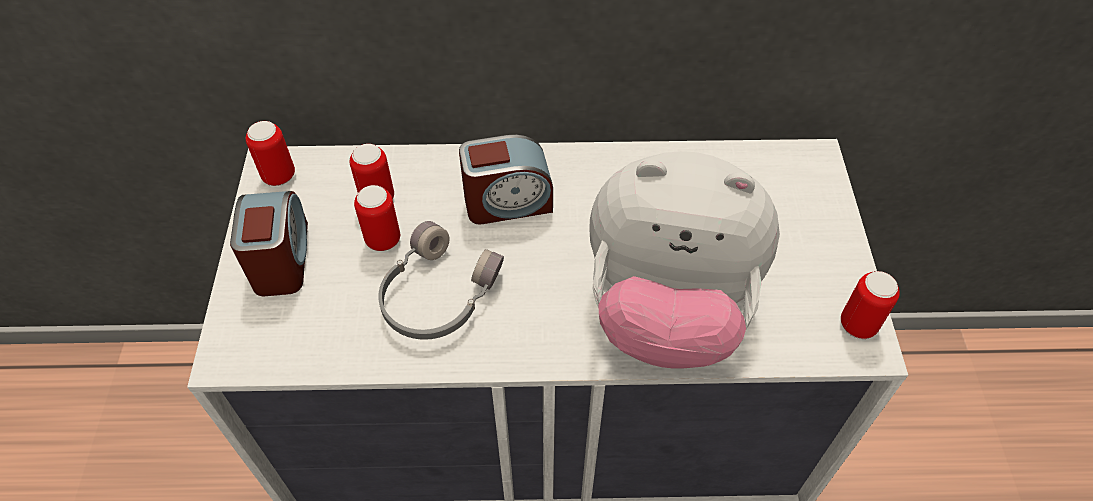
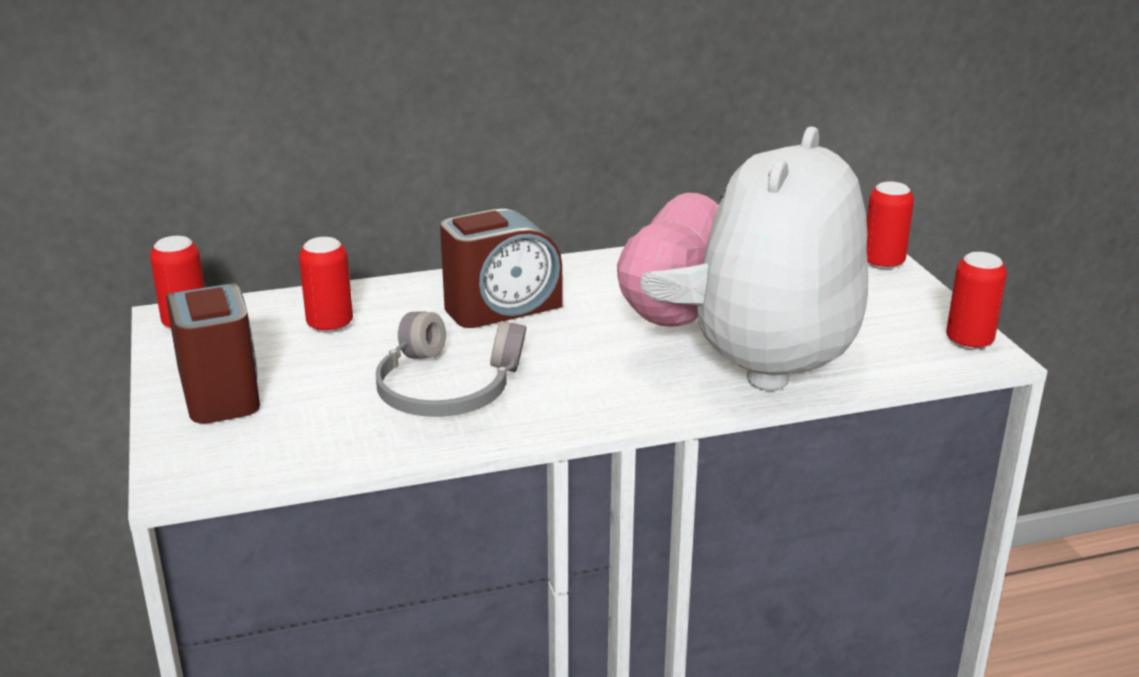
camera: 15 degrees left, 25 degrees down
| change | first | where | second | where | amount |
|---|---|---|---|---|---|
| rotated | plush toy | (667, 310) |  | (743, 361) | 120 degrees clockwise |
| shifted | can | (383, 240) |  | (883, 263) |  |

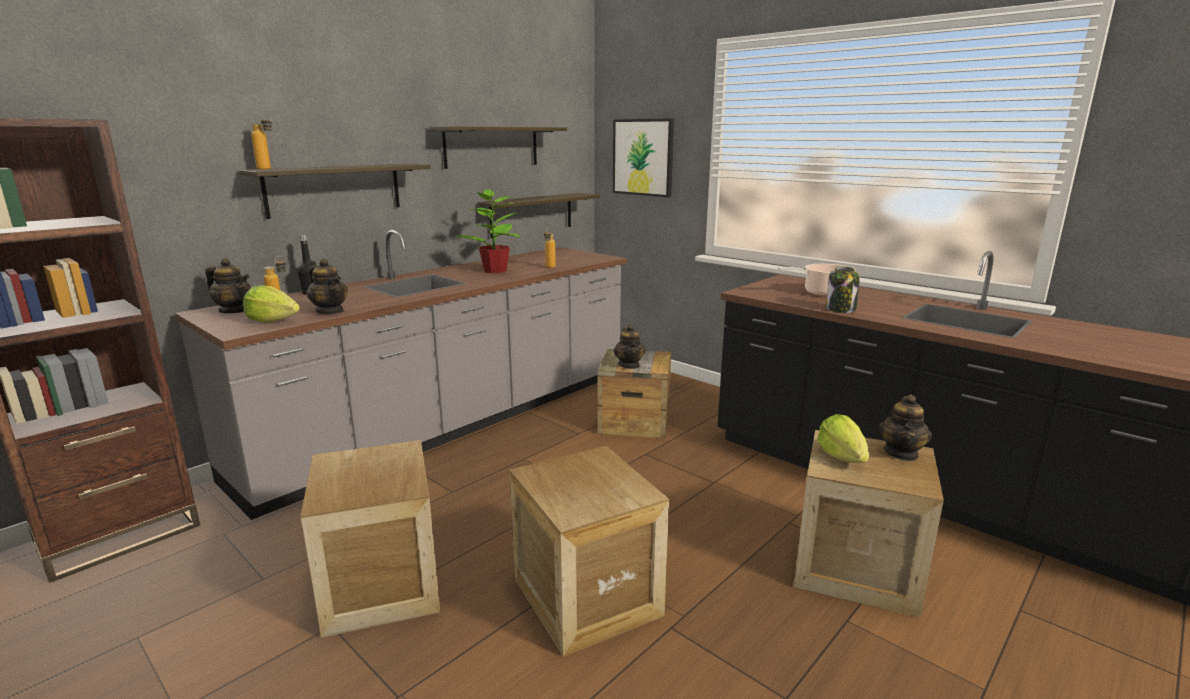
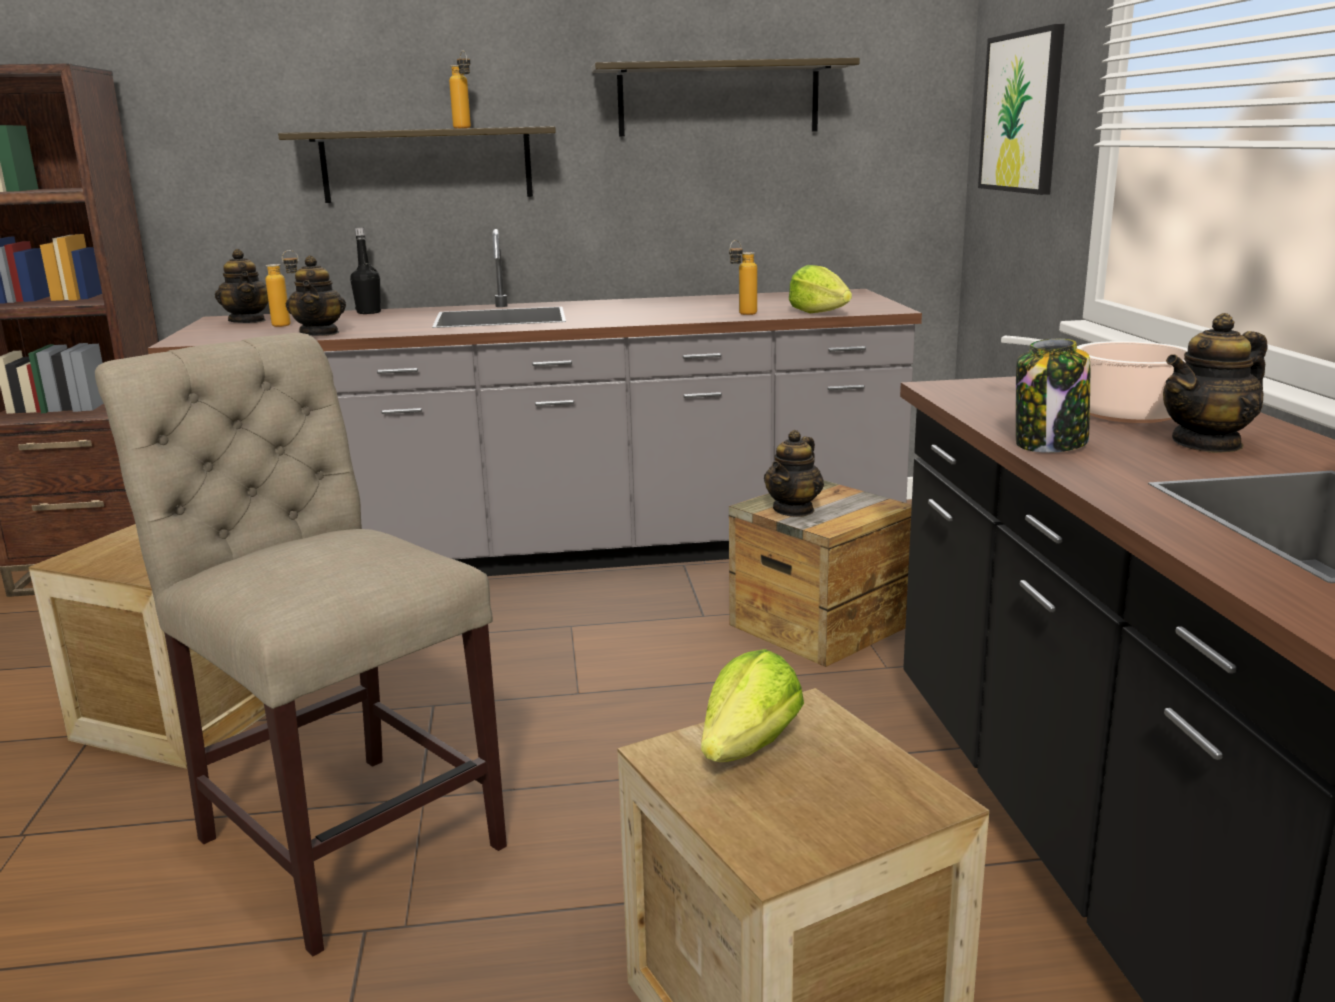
camera: 40 degrees right, 0 degrees up
| change | first | where | second | where | amount |
|---|---|---|---|---|---|
| shifted | bottle | (268, 169) |  | (465, 128) |  |
| gone | potted plant | (494, 270) |  |  |  |
| gone | shelf | (531, 214) |  |  |  |
| shifted | lettuce | (272, 320) |  | (819, 312) |  |
| shifted | teapot | (901, 453) |  | (1207, 444) |  |
| swapped | crate | (586, 597) | beige chair | (342, 834) |  |

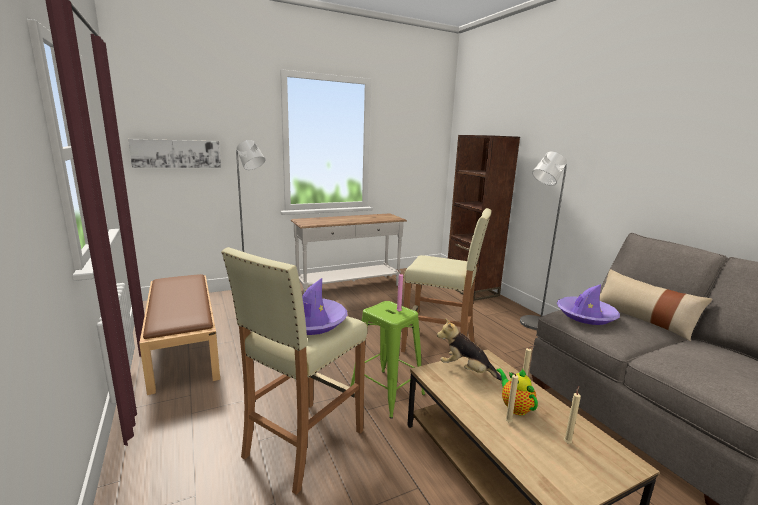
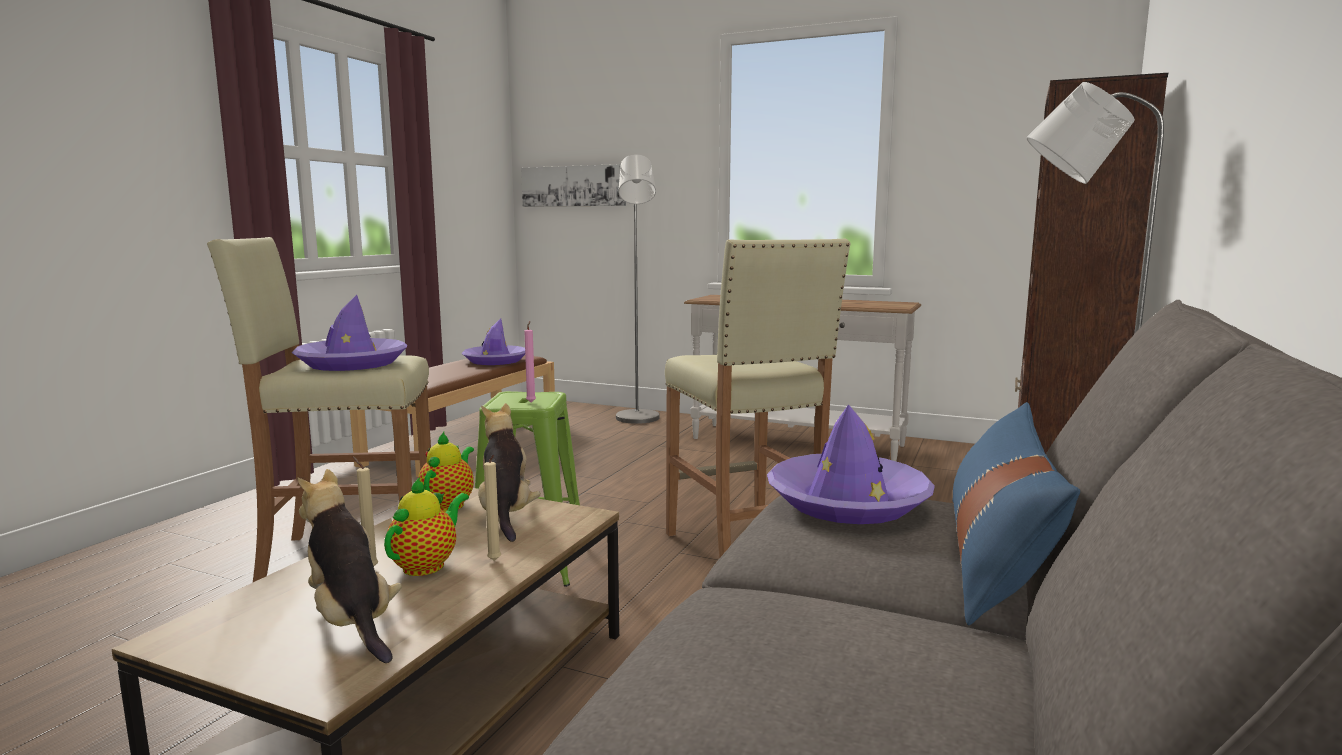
camera: 50 degrees right, 5 degrees down
| change | first | where | second | where | amount |
|---|---|---|---|---|---|
| repainted | beige pillow | (642, 319) | blue pillow | (996, 557) |  |
| swapped | beige candle | (567, 442) | plush toy | (352, 621) |  |
| new |  |  | purple hat | (495, 361) |  |
| new |  |  | teapot | (449, 504) |  |

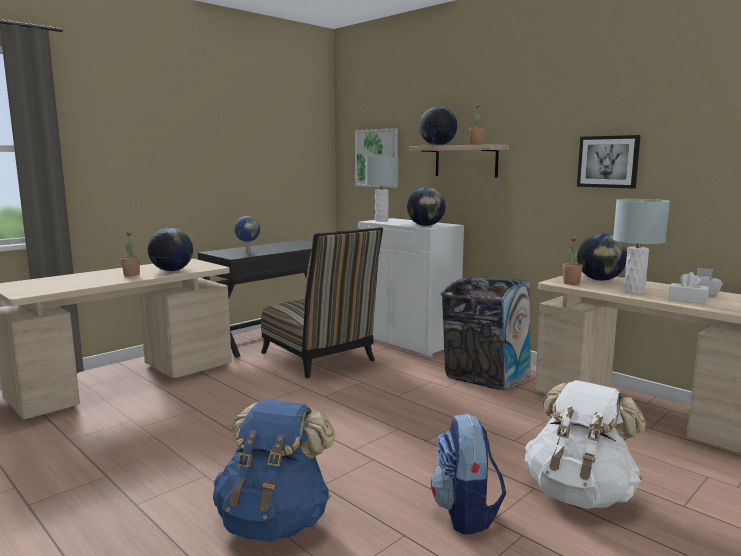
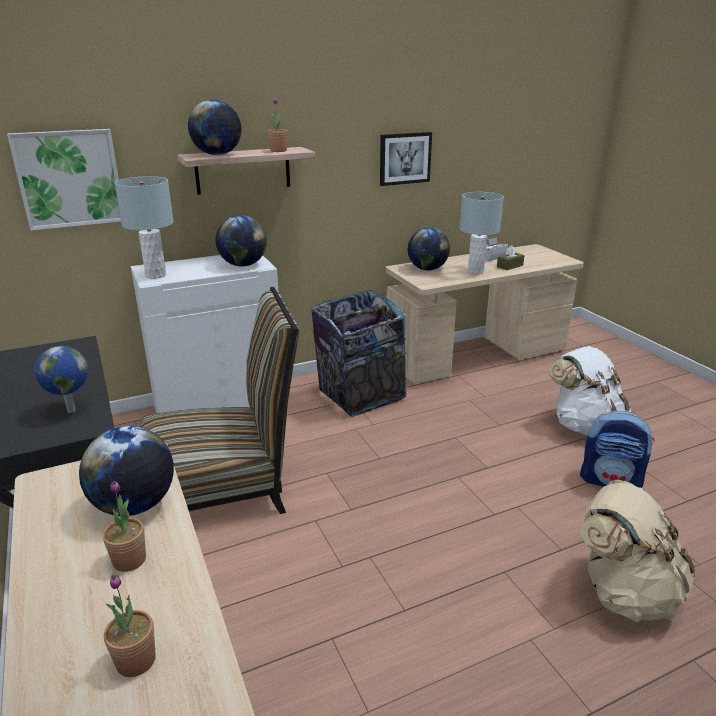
camera: 70 degrees left, 15 degrees up
| change | first | where | second | where | amount |
|---|---|---|---|---|---|
| shifted | potted plant | (571, 283) |  | (136, 660) |  |
| repainted | white tissue box | (687, 300) | brown tissue box | (510, 266) |  |
| repainted | blue backpack | (275, 521) | beige backpack | (624, 592) |  |

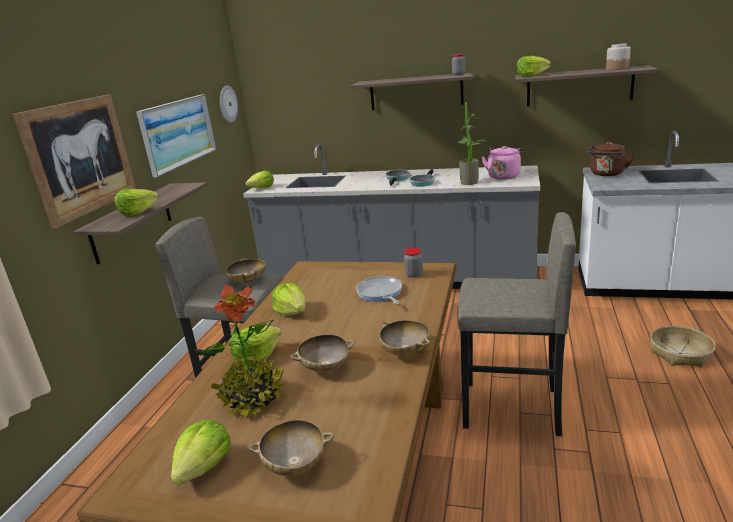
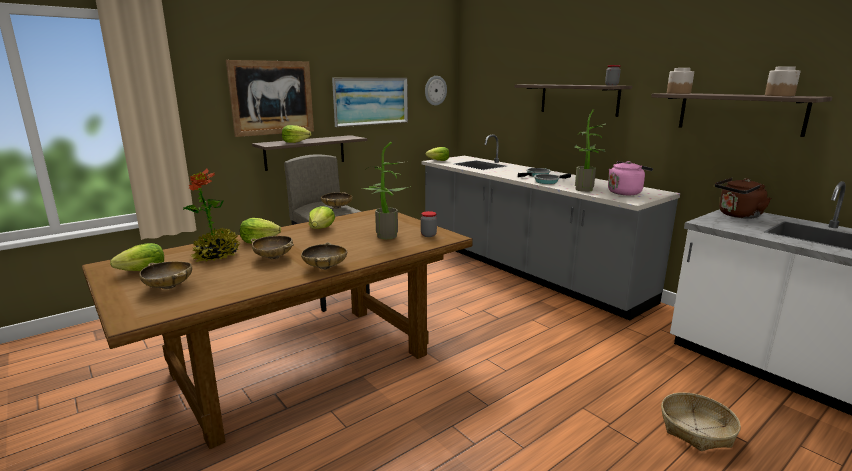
camera: 35 degrees right, 5 degrees down
| change | first | where | second | where | amount |
|---|---|---|---|---|---|
| swapped | lettuce | (531, 75) | jar | (678, 93) |  |
| gone | grey stool | (511, 408) |  |  |  |
| swapped | frying pan | (380, 293) | potted plant | (385, 237) |  |

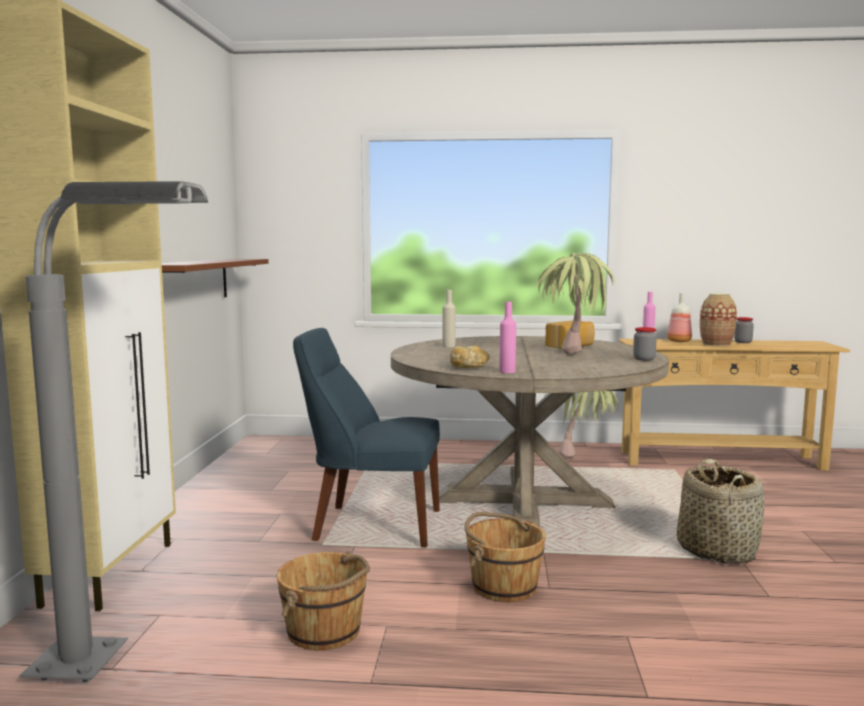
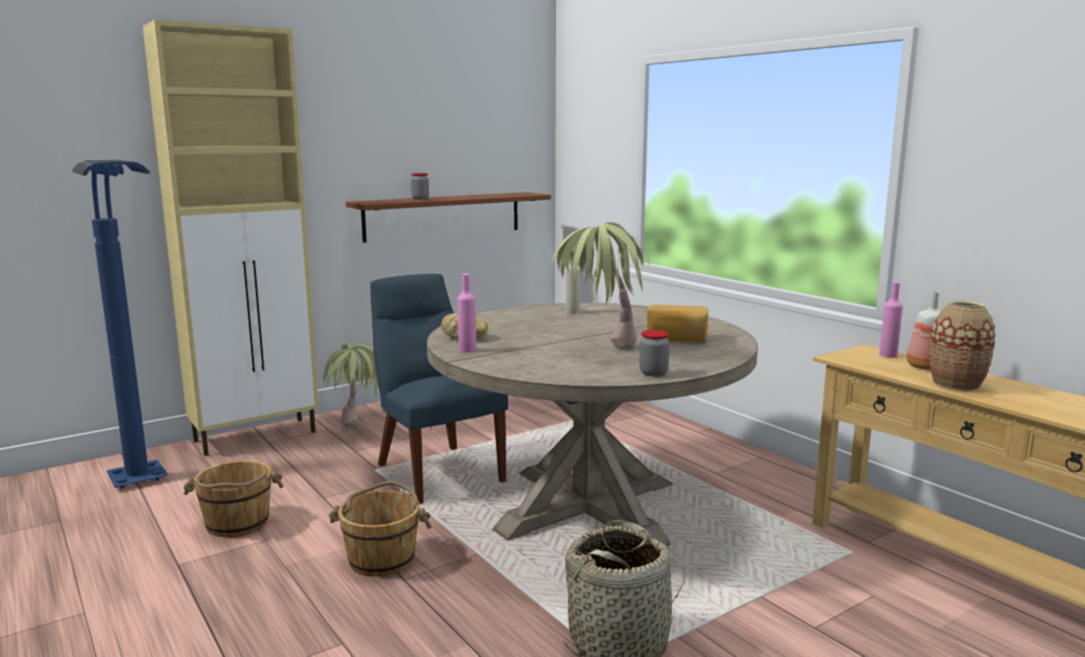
camera: 50 degrees right, 5 degrees up
| change | first | where | second | where | amount |
|---|---|---|---|---|---|
| repainted | grey floor lamp | (127, 665) | blue floor lamp | (146, 490) |  |
| shifted | jar | (743, 342) |  | (420, 198) |  |
| shifted | potted plant | (586, 458) |  | (357, 432) |  |

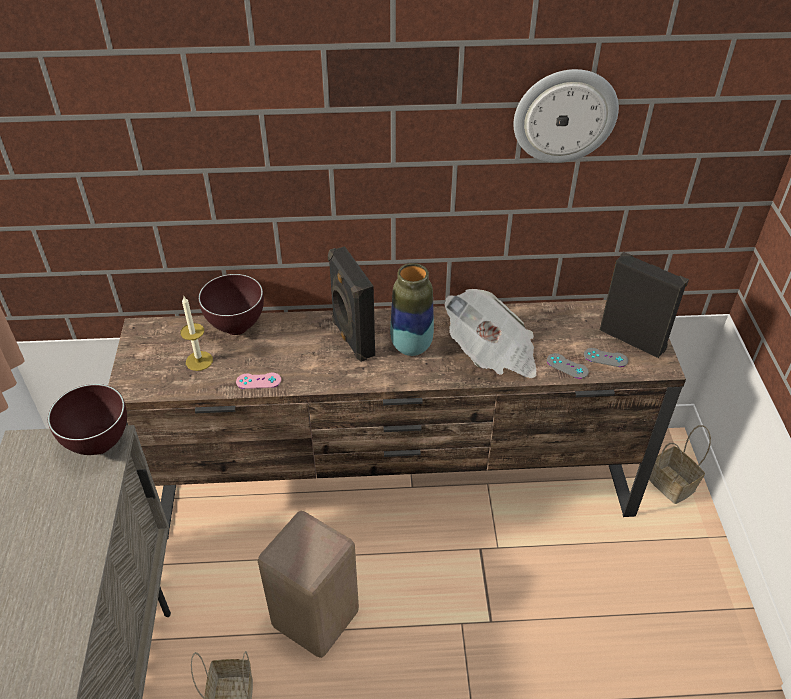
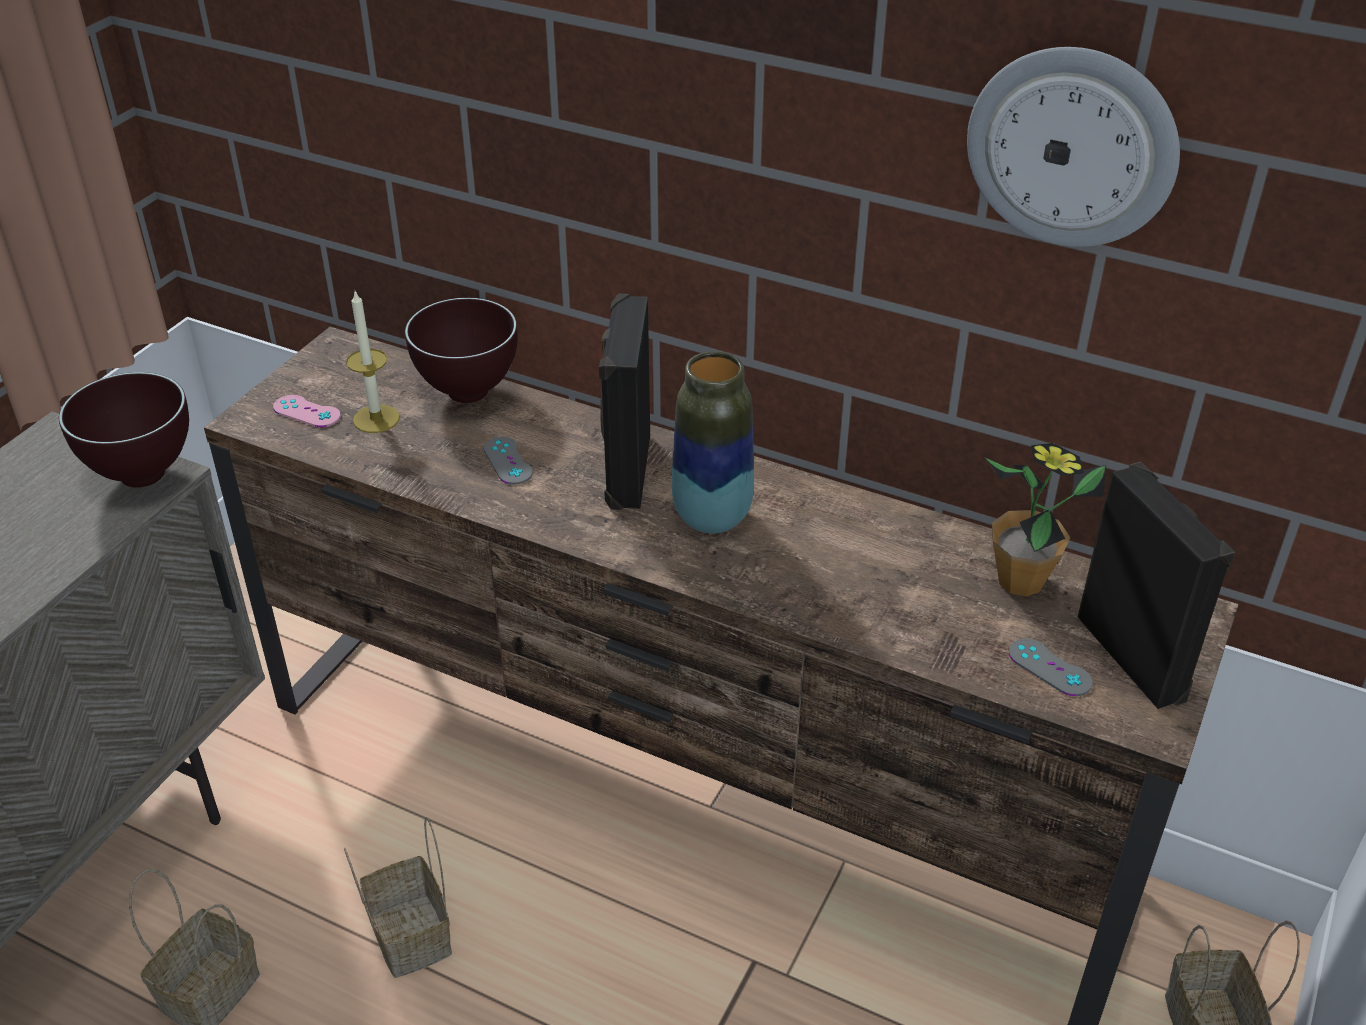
camera: 30 degrees right, 5 degrees down
| change | first | where | second | where | amount |
|---|---|---|---|---|---|
| gone | newspaper | (491, 354) |  |  |  |
| shifted | grey game controller | (567, 366) |  | (508, 461) |  |
| shifted | pink game controller | (258, 381) |  | (307, 412) |  |
| swapped | beige stool | (313, 619) | basket | (408, 934) |  |
| new |  |  | potted plant | (1020, 581) |  |

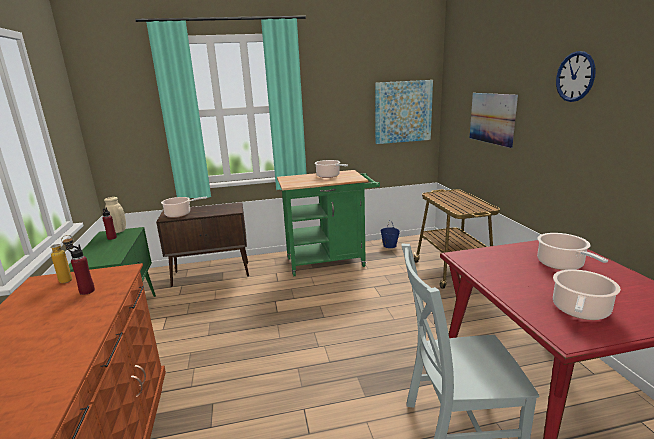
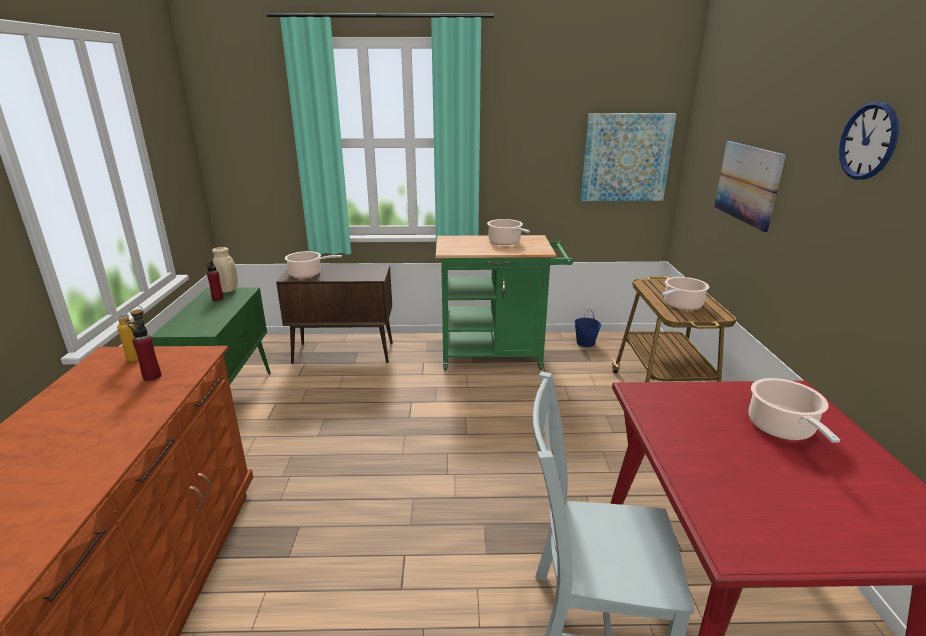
camera: 10 degrees right, 5 degrees up
| change | first | where | second | where | amount |
|---|---|---|---|---|---|
| shifted | cooking pot | (580, 311) |  | (681, 305) |  |

